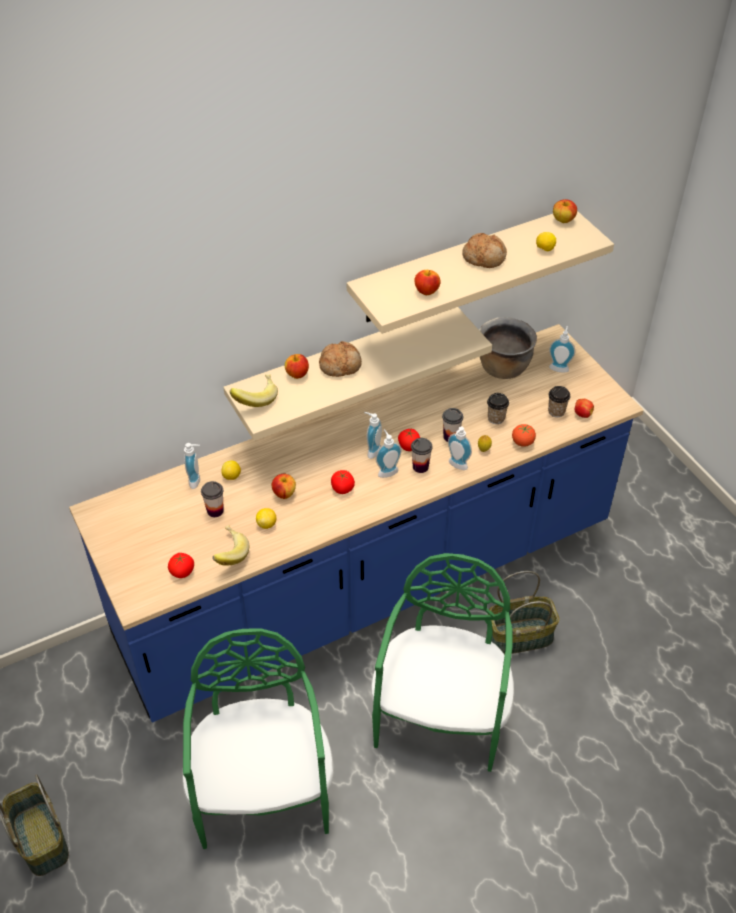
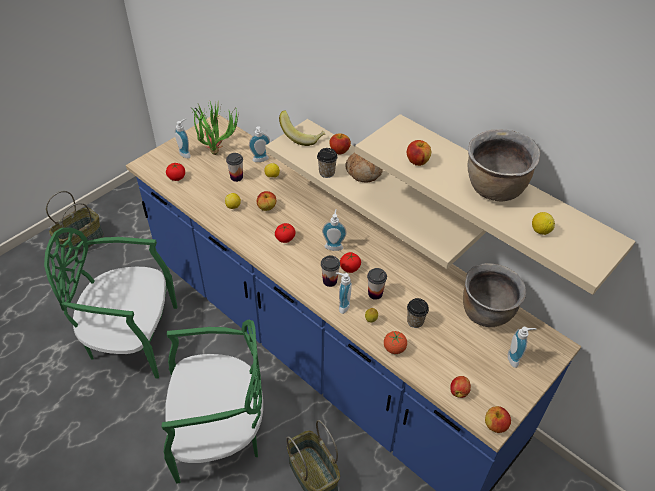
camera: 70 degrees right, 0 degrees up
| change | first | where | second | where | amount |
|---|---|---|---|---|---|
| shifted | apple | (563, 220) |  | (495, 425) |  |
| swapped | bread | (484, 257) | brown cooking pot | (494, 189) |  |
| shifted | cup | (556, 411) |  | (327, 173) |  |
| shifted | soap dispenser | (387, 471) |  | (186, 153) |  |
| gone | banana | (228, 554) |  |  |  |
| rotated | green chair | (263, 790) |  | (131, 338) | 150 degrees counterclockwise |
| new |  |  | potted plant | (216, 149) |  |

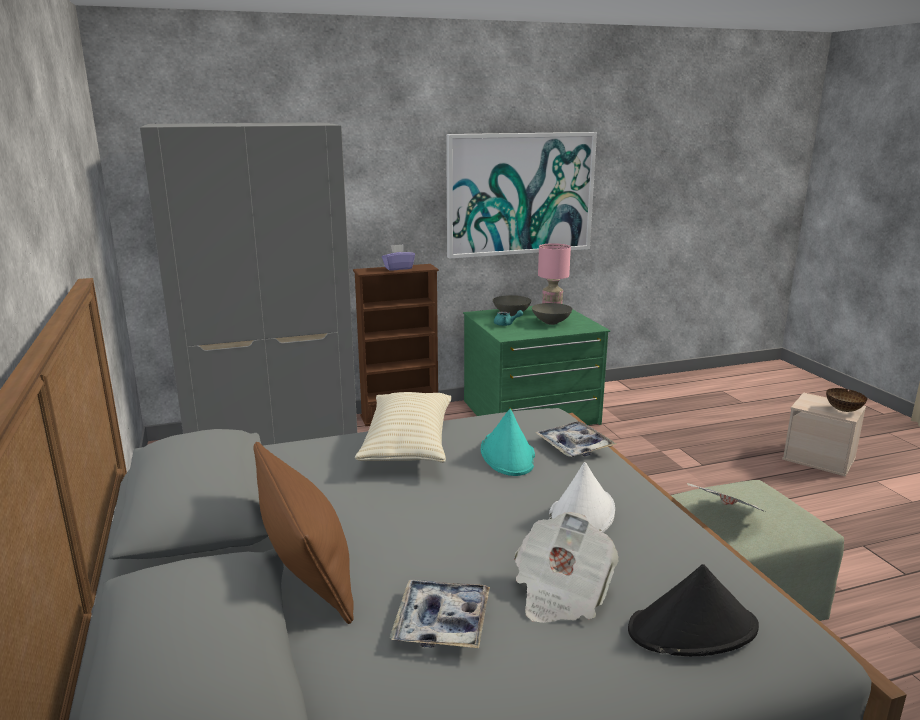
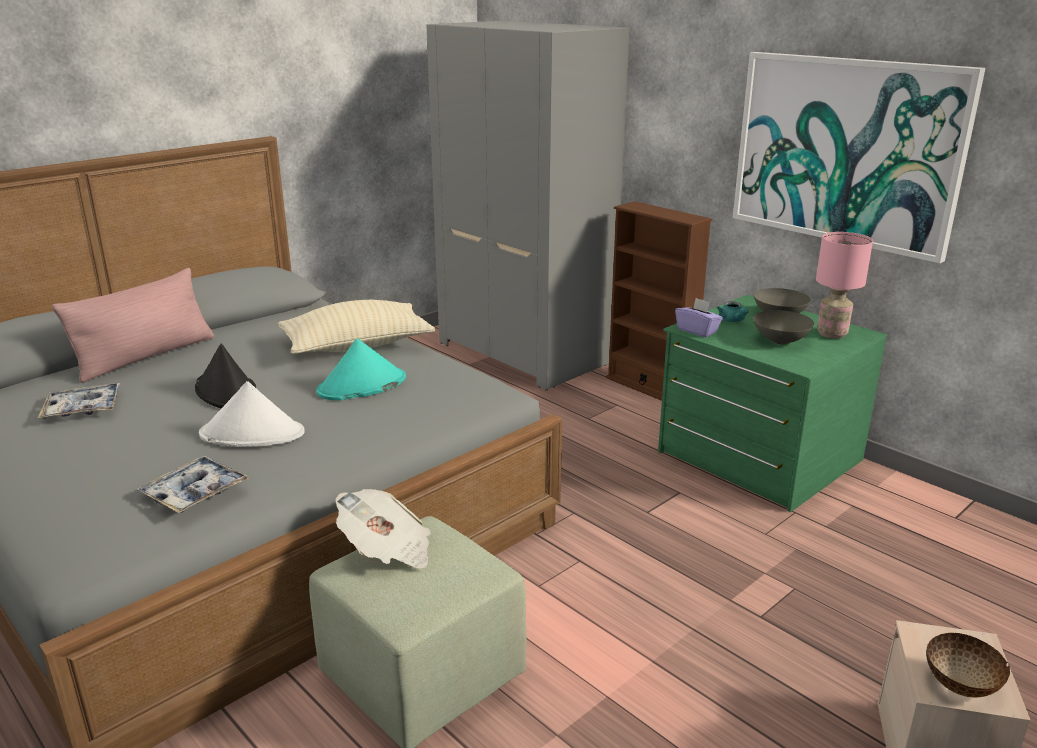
camera: 65 degrees right, 5 degrees up
| change | first | where | second | where | amount |
|---|---|---|---|---|---|
| shifted | purple tissue box | (398, 268) |  | (697, 331) |  |
| shifted | tray | (574, 446) |  | (194, 492) |  |
| repainted | brown pillow | (306, 567) | pink pillow | (146, 357) |  |
| gone | newspaper | (561, 592) |  |  |  |
| shifted | black hat | (693, 629) |  | (227, 392) |  |

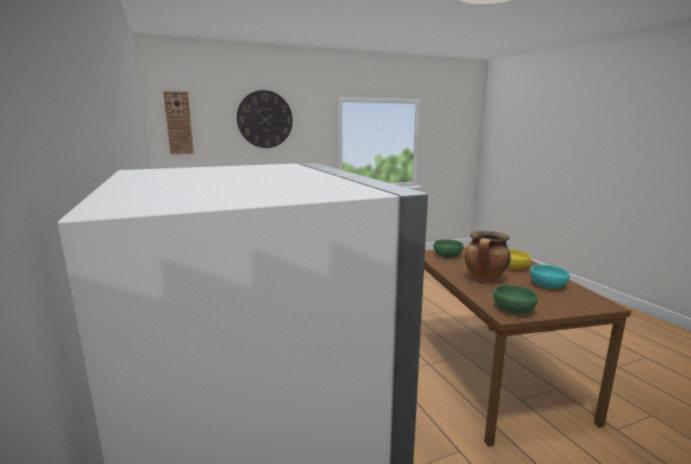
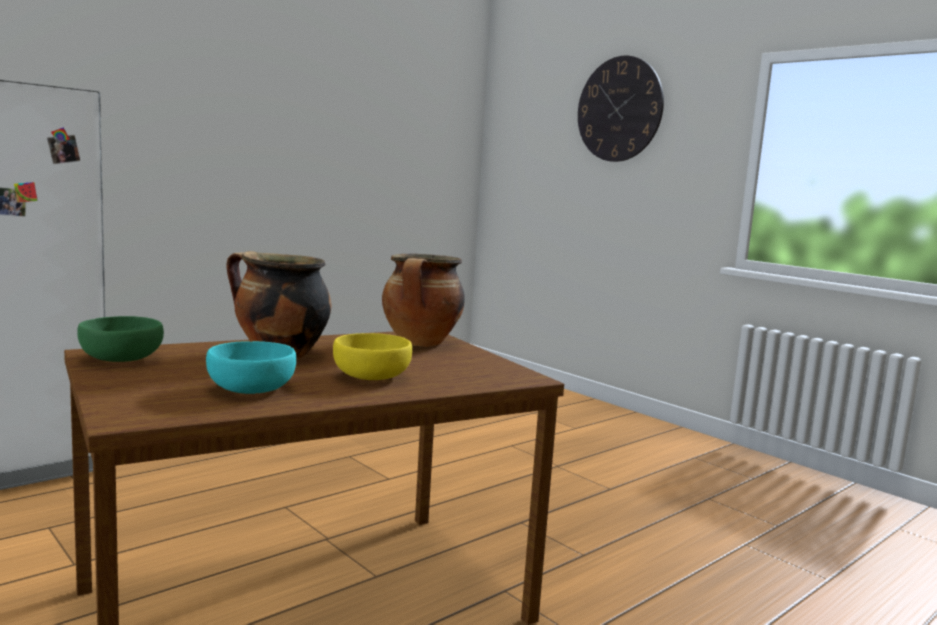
camera: 70 degrees right, 5 degrees down
| change | first | where | second | where | amount |
|---|---|---|---|---|---|
| gone | wall clock | (179, 123) |  |  |  |
| swapped | green bowl | (448, 255) | cooking pot | (421, 343) |  |

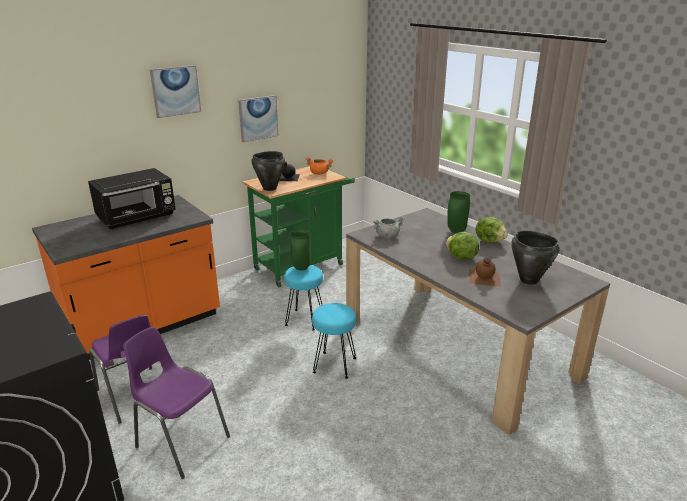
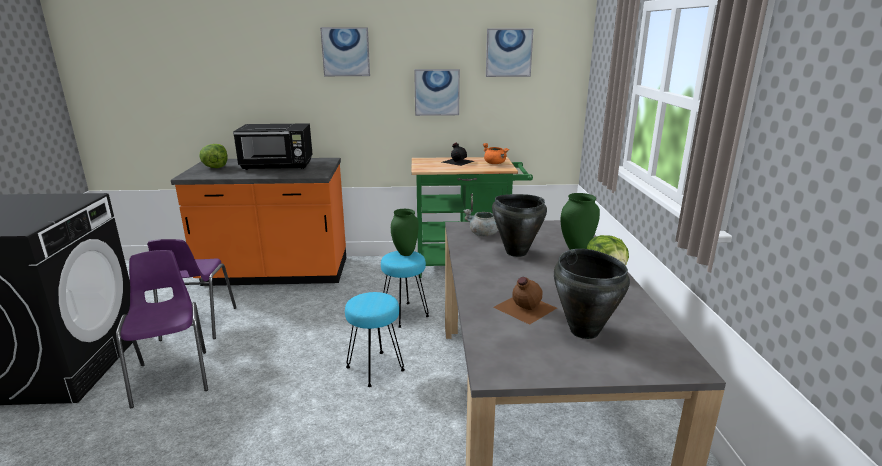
camera: 35 degrees right, 5 degrees down
| change | first | where | second | where | amount |
|---|---|---|---|---|---|
| shifted | black cooking pot | (269, 188) |  | (516, 252) |  |
| shifted | lettuce | (461, 257) |  | (215, 167) |  |
| new |  |  | picture | (508, 52) |  |

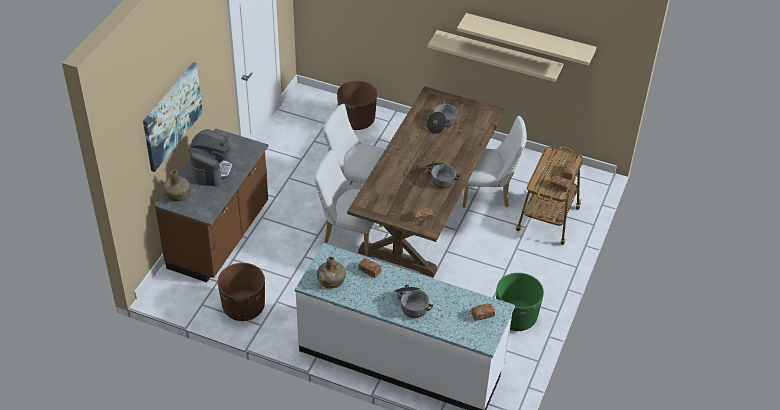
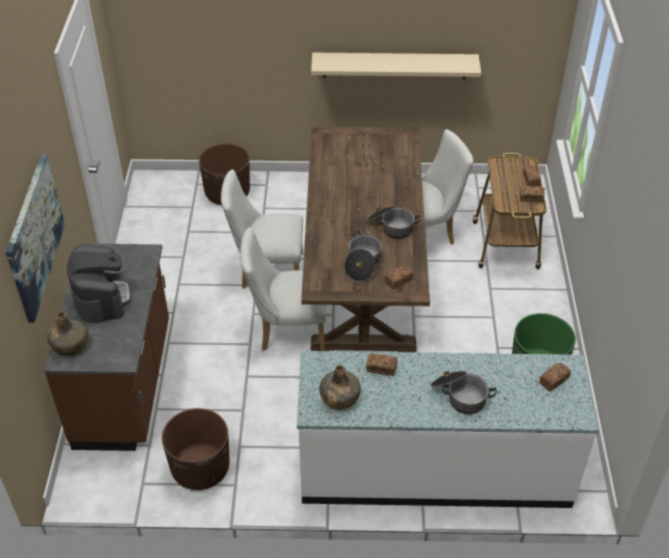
camera: 20 degrees left, 0 degrees up
| change | first | where | second | where | amount |
|---|---|---|---|---|---|
| gone | beige shelf | (529, 39) |  |  |  |
| shifted | cooking pot | (441, 123) |  | (362, 263) |  |

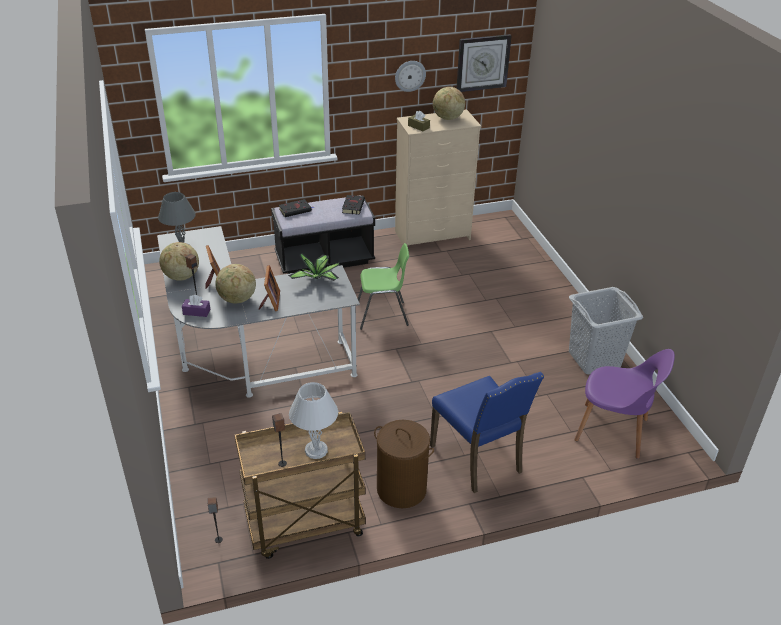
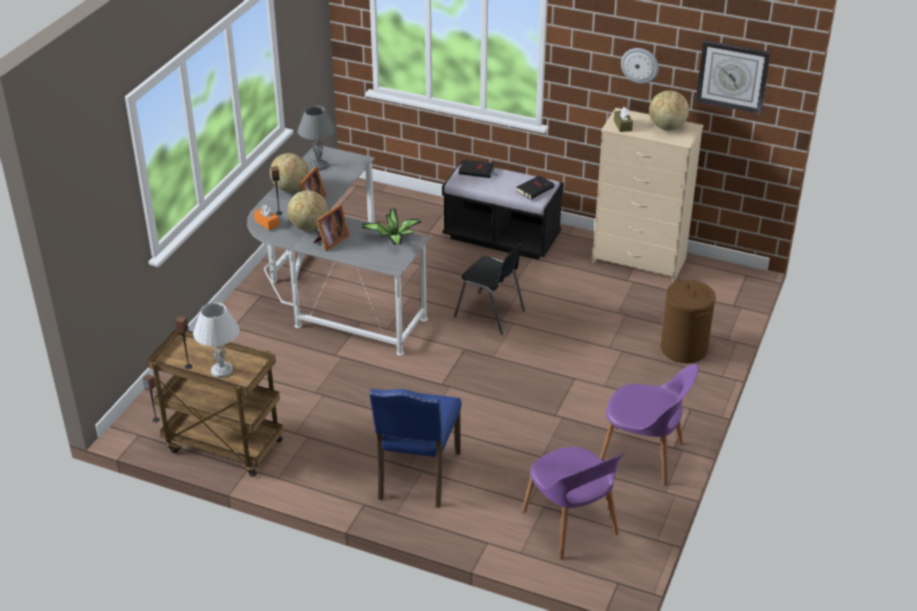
camera: 40 degrees right, 0 degrees up
| change | first | where | second | where | amount |
|---|---|---|---|---|---|
| repainted | green chair | (382, 315) | black chair | (490, 314) |  |
| swapped | grey laundry basket | (595, 359) | purple chair | (643, 456) |  |
| repainted | purple tissue box | (196, 312) | orange tissue box | (266, 223) |  |
| shifted | brown laundry basket | (402, 489) |  | (684, 349) |  |

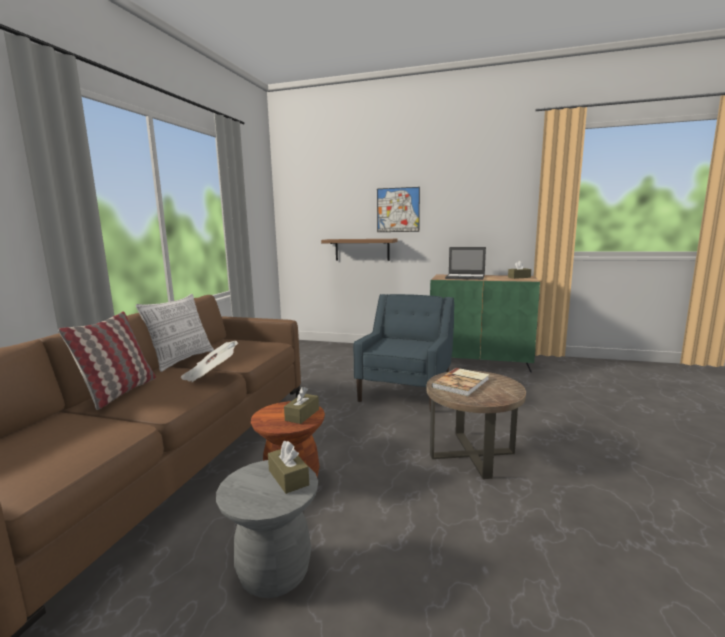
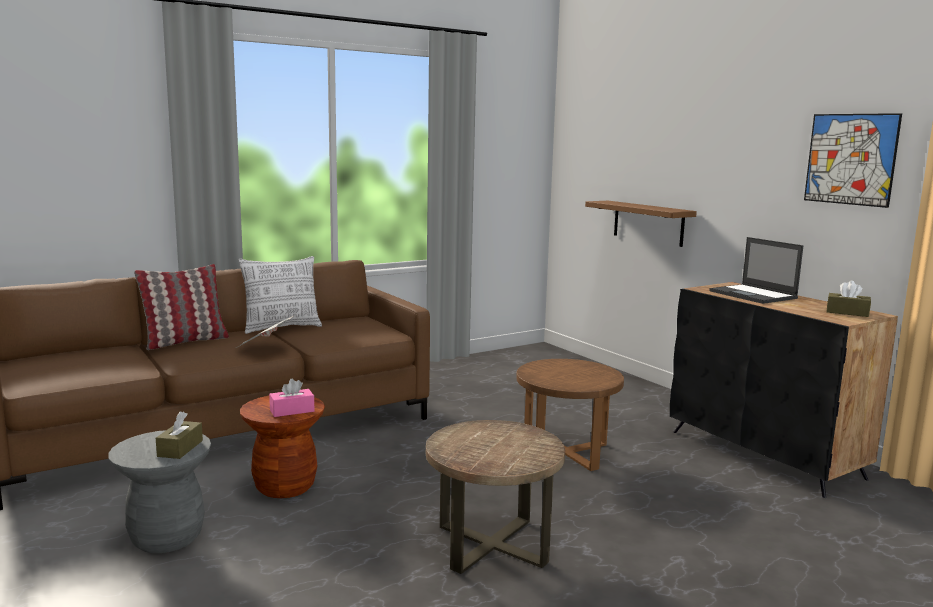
camera: 40 degrees right, 0 degrees up
| change | first | where | second | where | amount |
|---|---|---|---|---|---|
| shifted | picture | (398, 210) |  | (850, 159) |  |
| repainted | green cabinet | (480, 362) | black cabinet | (765, 454) |  |
| swapped | blue armchair | (406, 391) | brown side table | (565, 451) |  |
| gone | book | (462, 383) |  |  |  |
| repainted | brown tissue box | (302, 415) | pink tissue box | (292, 410) |  |

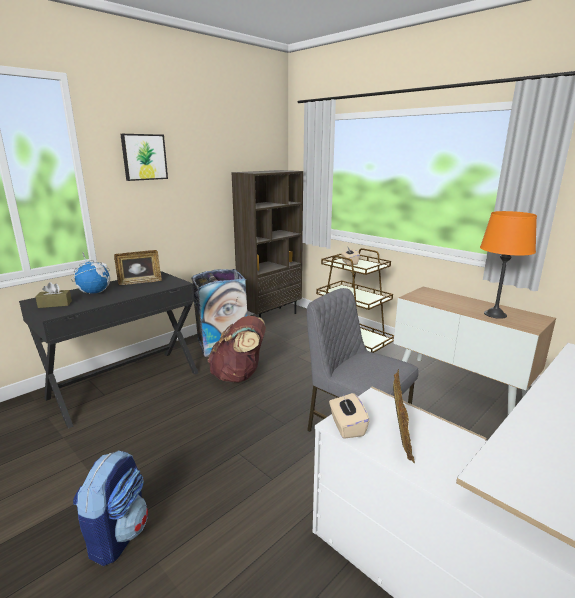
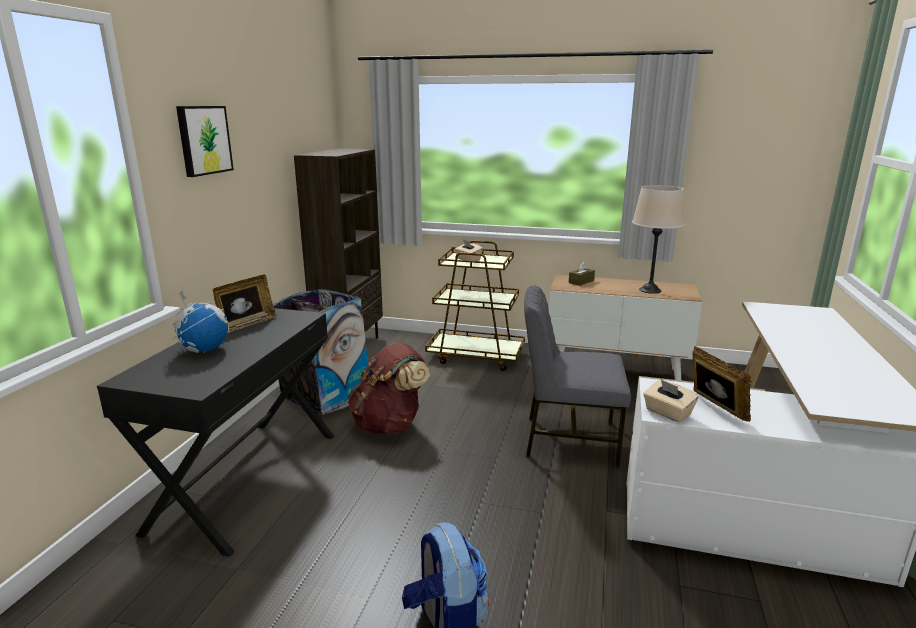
camera: 30 degrees left, 0 degrees up
| change | first | where | second | where | amount |
|---|---|---|---|---|---|
| repainted | orange table lamp | (495, 314) | beige table lamp | (650, 290) |  |
| shifted | brown tissue box | (55, 304) |  | (581, 281) |  |

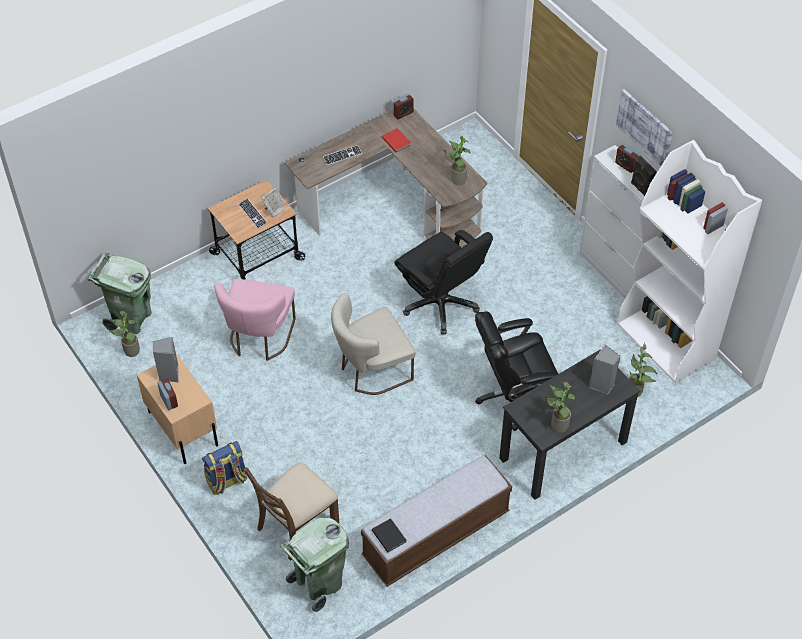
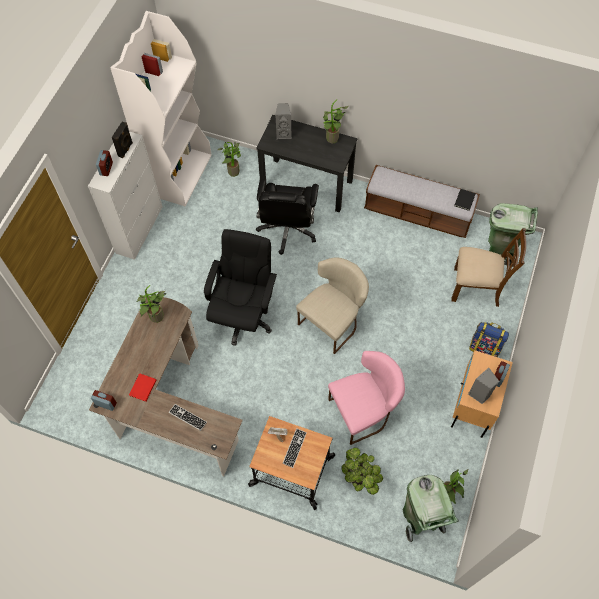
camera: 125 degrees left, 10 degrees up
| change | first | where | second | where | amount |
|---|---|---|---|---|---|
| gone | picture | (645, 127) |  |  |  |
| rotated | beige chair | (371, 370) |  | (333, 321) | 75 degrees counterclockwise |
| rotated | black office chair | (514, 396) |  | (287, 230) | 60 degrees clockwise |
| new |  |  | potted plant | (361, 478) |  |

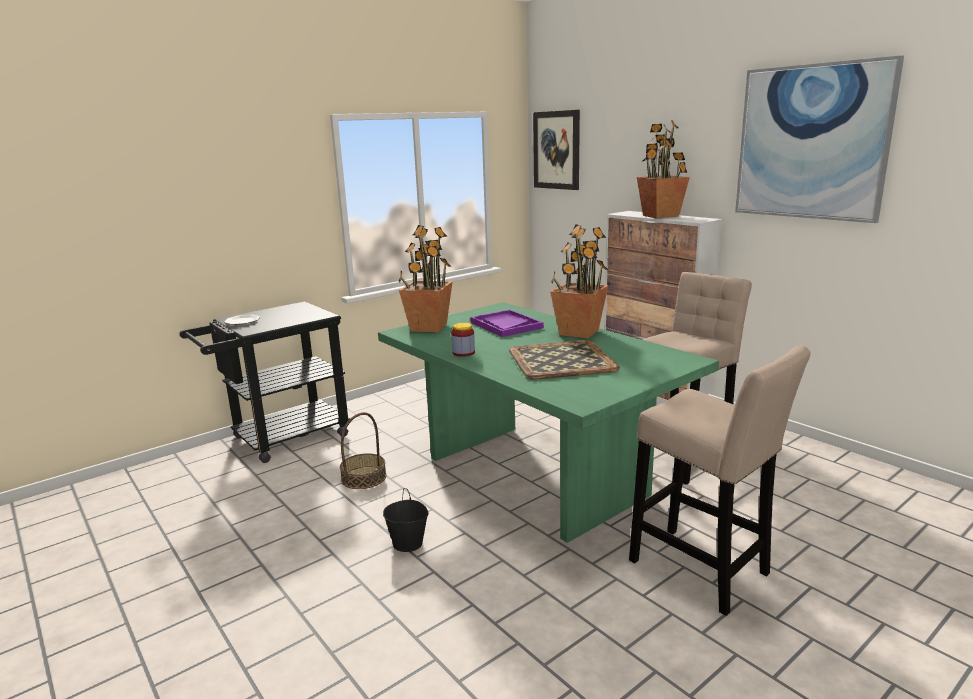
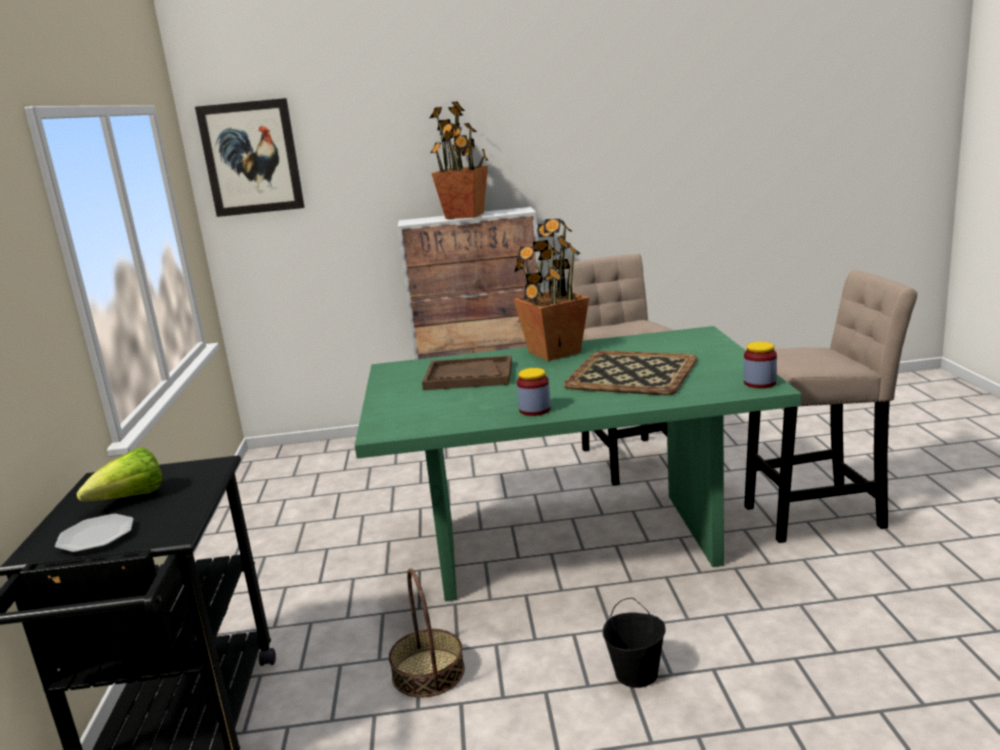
camera: 55 degrees left, 0 degrees up
| change | first | where | second | where | amount |
|---|---|---|---|---|---|
| gone | picture | (811, 142) |  |  |  |
| gone | potted plant | (428, 327) |  |  |  |
| repainted | purple tray | (506, 325) | brown tray | (468, 376) |  |
| new |  |  | jar | (759, 383) |  |
| new |  |  | lettuce | (130, 499) |  |

